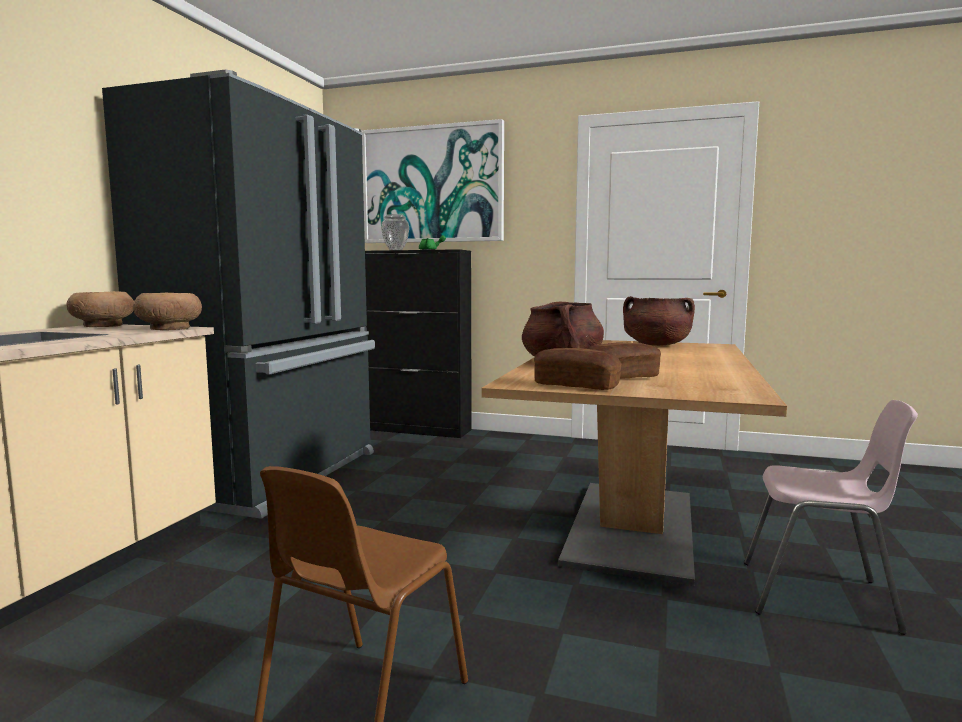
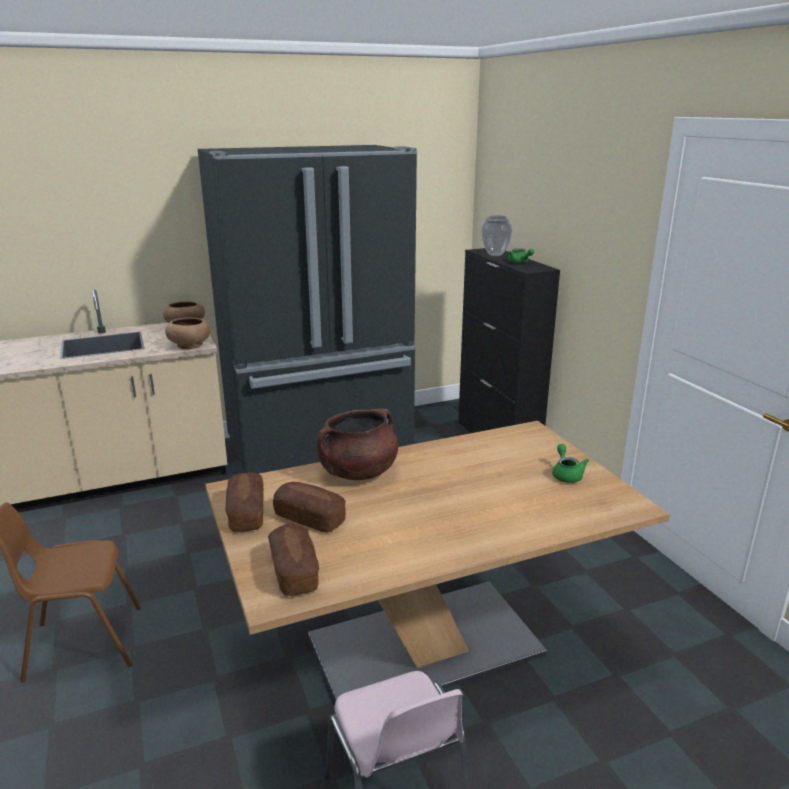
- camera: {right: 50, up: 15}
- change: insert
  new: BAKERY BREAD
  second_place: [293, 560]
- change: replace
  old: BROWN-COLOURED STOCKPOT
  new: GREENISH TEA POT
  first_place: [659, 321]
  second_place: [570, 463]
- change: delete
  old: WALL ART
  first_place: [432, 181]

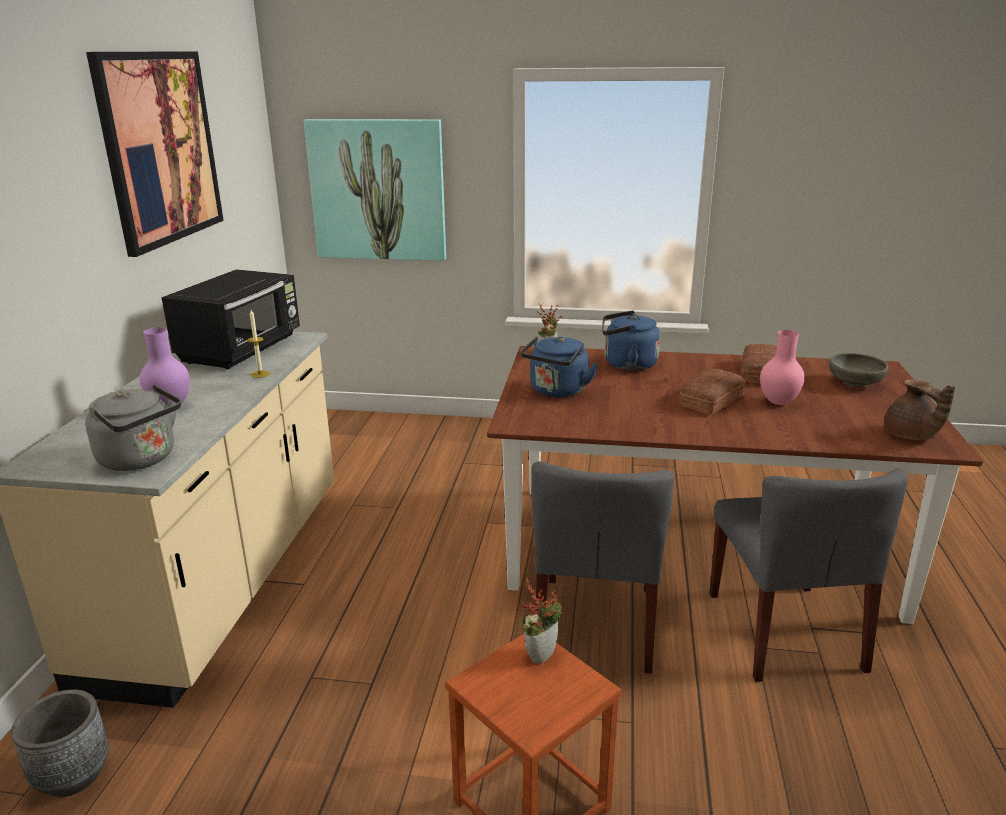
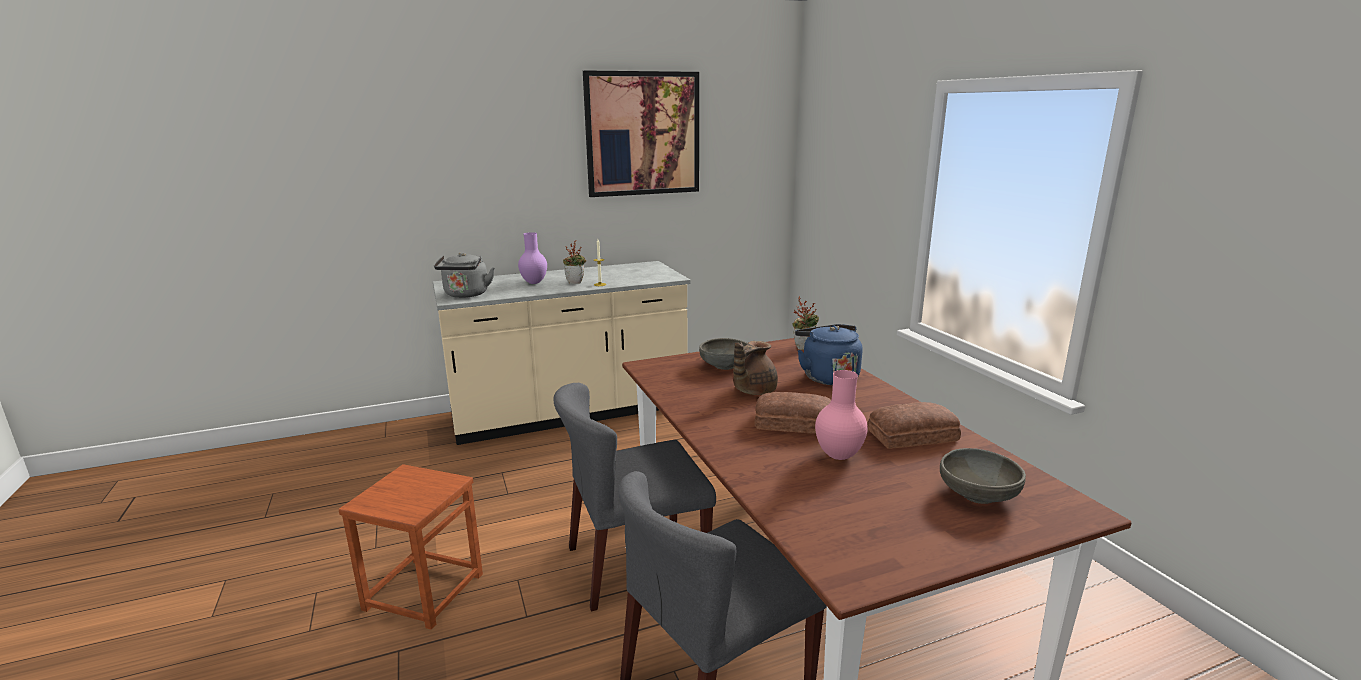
- camera: {right: 60, up: -5}
- change: move
  old: HOUSEPLANT
  first_place: [541, 620]
  second_place: [575, 262]
- change: replace
  old: BLUISH TEA KETTLE
  new: GREYISH BOWL
  first_place: [559, 366]
  second_place: [723, 354]
- change: move
  old: BROWN-COLOURED TEA POT
  first_place: [919, 410]
  second_place: [755, 368]
- change: delete
  old: GREYISH PLANTER
  first_place: [60, 743]
- change: delete
  old: BLACKISH MICROWAVE
  first_place: [230, 319]
- change: delete
  old: WALL ART
  first_place: [375, 190]

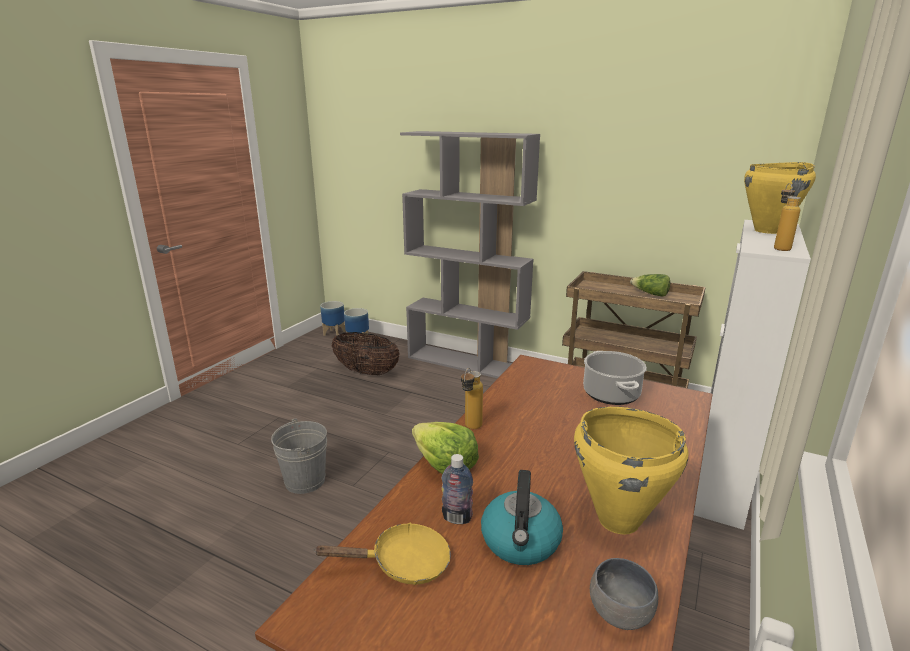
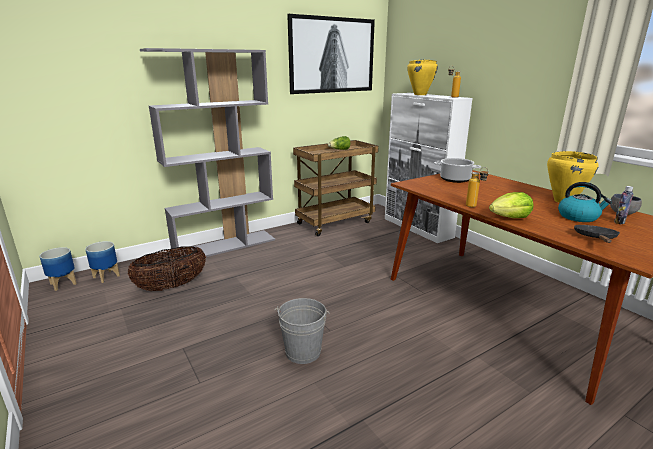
- camera: {right: -60, up: 0}
- change: insert
  new: WALL ART
  second_place: [331, 54]
- change: recolor
  old: YELLOWISH SKILLET
  new: BLACKISH SKILLET
  first_place: [382, 554]
  second_place: [597, 234]
- change: move
  old: DRINK BOTTLE
  first_place: [457, 489]
  second_place: [623, 205]

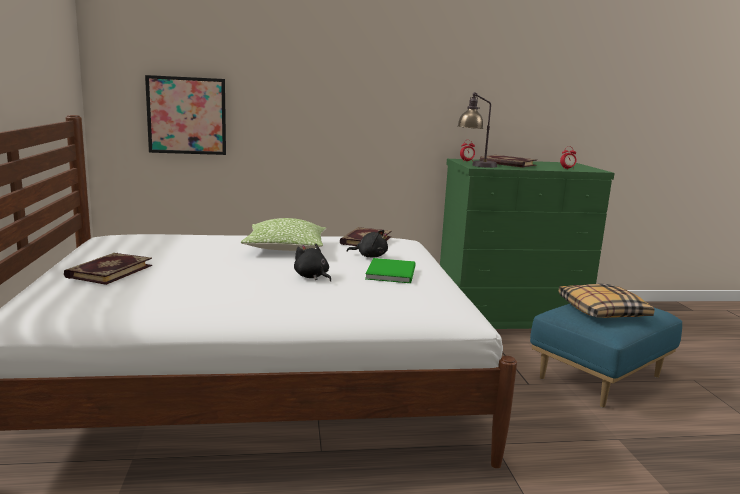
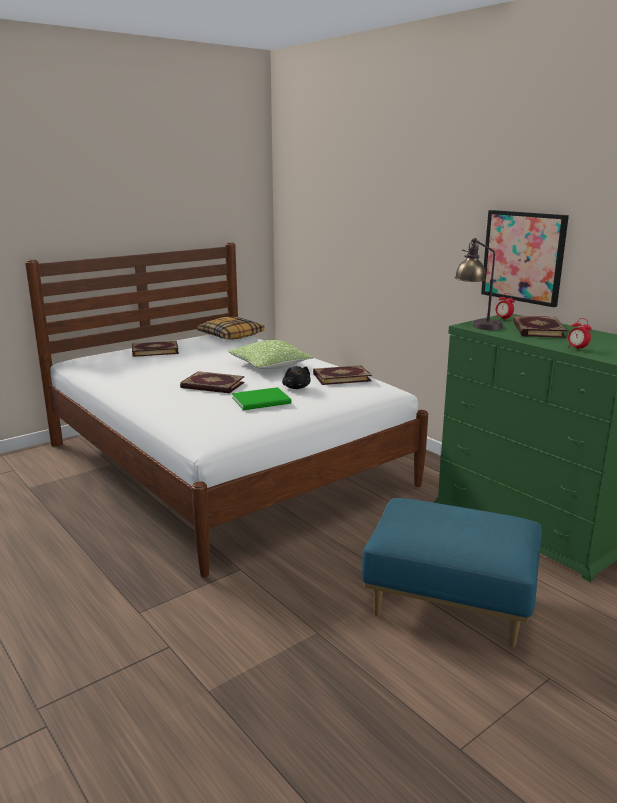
- camera: {right: 60, up: 5}
- change: replace
  old: BLACKISH SOFT TOY
  new: BOOK
  first_place: [312, 262]
  second_place: [212, 382]
- change: move
  old: THROW PILLOW
  first_place: [607, 301]
  second_place: [231, 328]
- change: move
  old: WALL ART
  first_place: [185, 115]
  second_place: [525, 258]

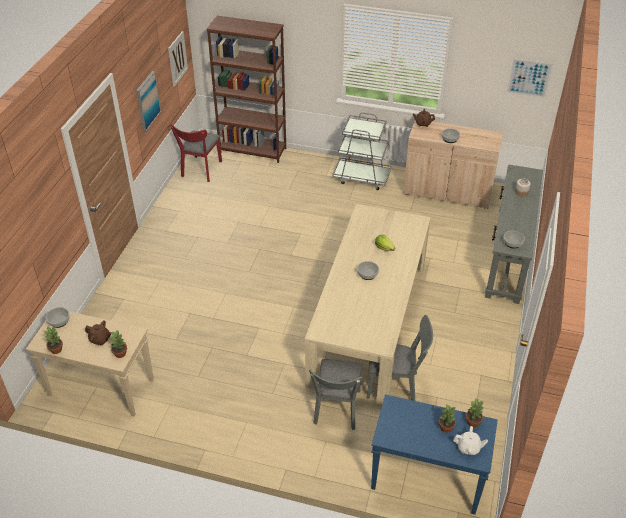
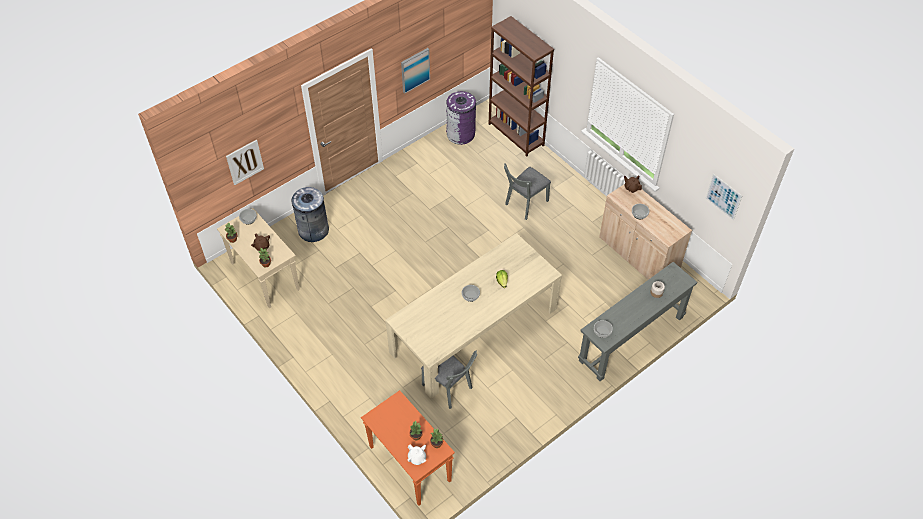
- camera: {right: 35, up: 10}
- change: move
  old: WALL ART
  first_place: [178, 58]
  second_place: [245, 162]
- change: insert
  new: GREYISH WASTE BIN
  second_place: [309, 214]
- change: recolor
  old: BLUISH NARROW TABLE
  new: ORANGE-COLOURED NARROW TABLE
  first_place: [434, 454]
  second_place: [408, 448]
- change: replace
  old: RED PLAIN CHAIR
  new: PURPLE-COLOURED WASTE BIN
  first_place: [196, 153]
  second_place: [461, 118]
- change: move
  old: GREYISH PLAIN CHAIR
  first_place: [336, 394]
  second_place: [527, 191]
- change: delete
  old: GREYISH TROLLEY
  first_place: [361, 151]

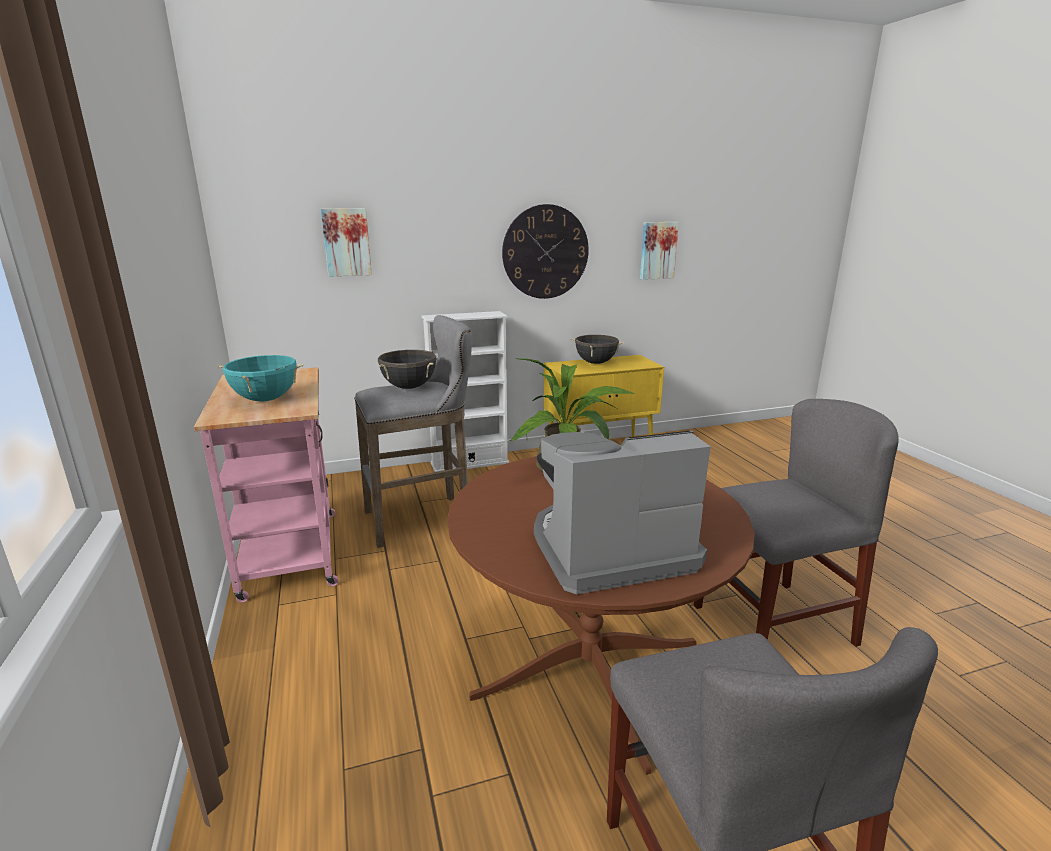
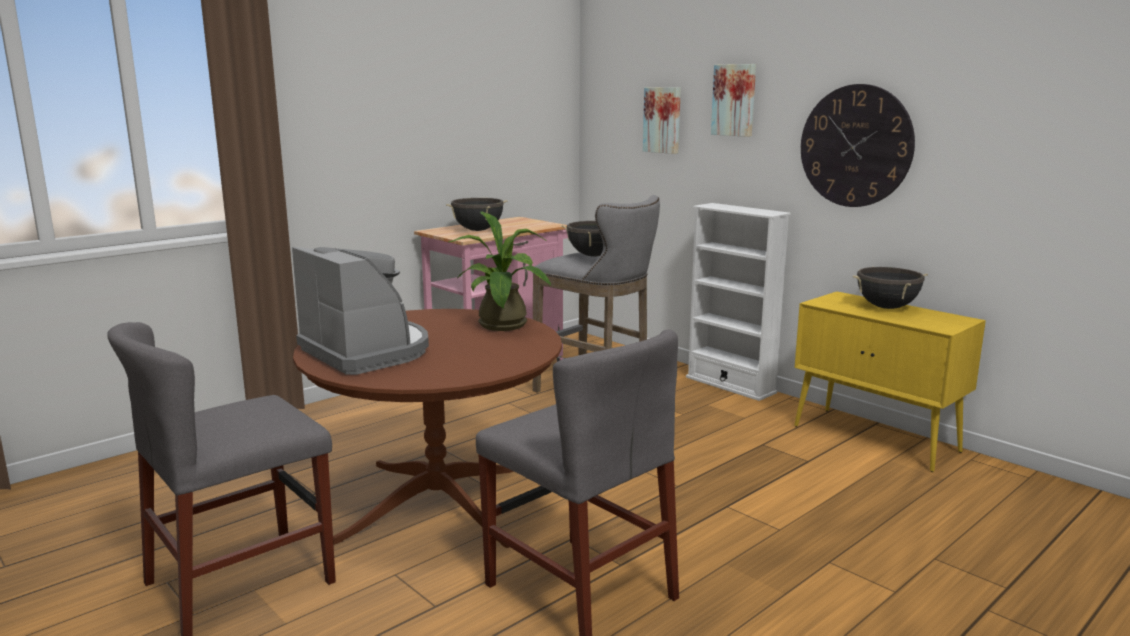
- camera: {right: 65, up: -5}
- change: recolor
  old: BLUE-GREEN STOCKPOT
  new: BLACKISH STOCKPOT
  first_place: [260, 378]
  second_place: [476, 214]
- change: move
  old: WALL ART
  first_place: [659, 251]
  second_place: [733, 100]

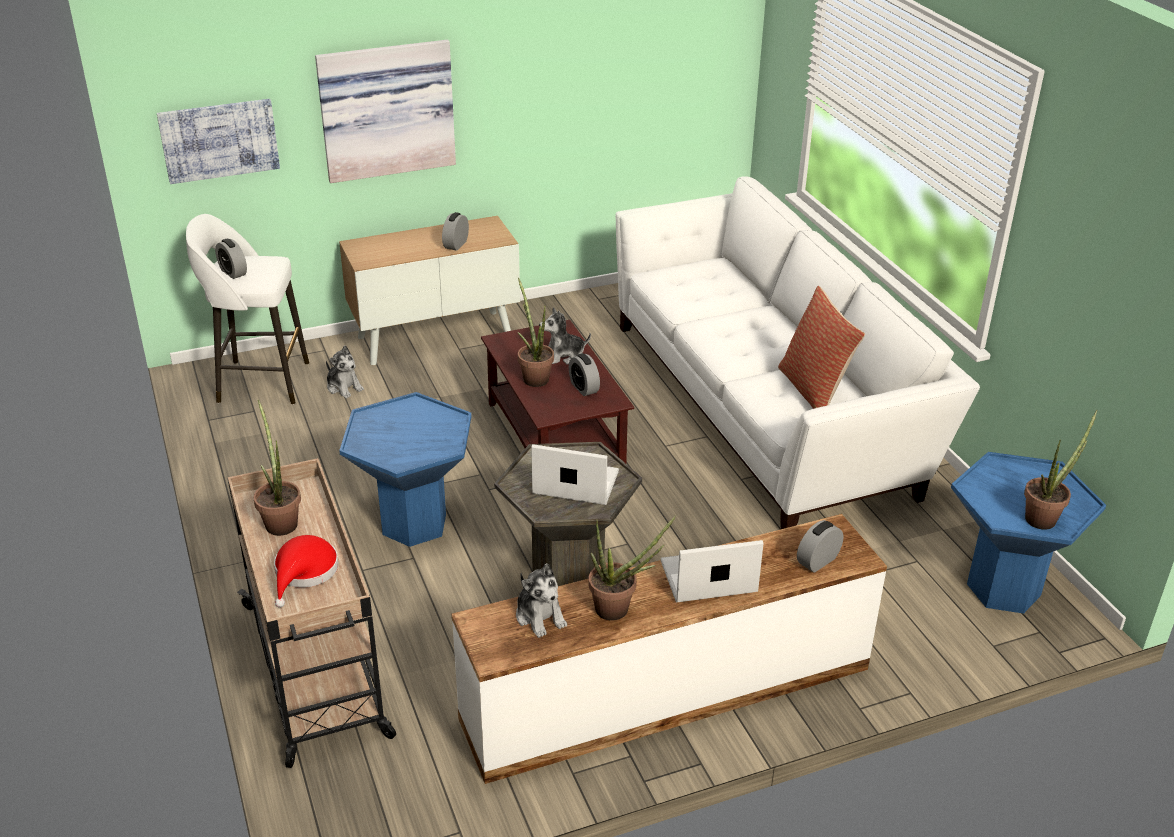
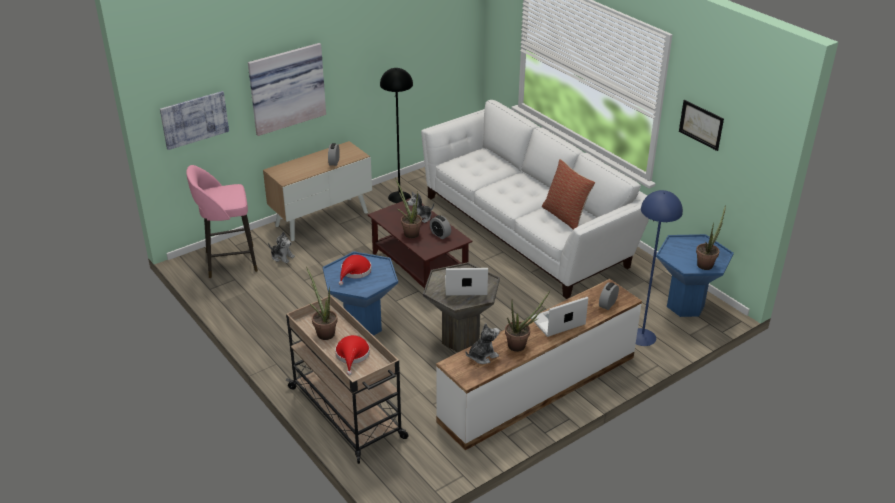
- camera: {right: -15, up: 0}
- change: recolor
  old: WHITE-COLOURED STOOL
  new: PINK-COLOURED STOOL
  first_place: [247, 309]
  second_place: [222, 221]
- change: insert
  new: RED CLOTHING HAT
  second_place: [355, 270]
- change: insert
  new: BLACKISH FLOOR LAMP
  second_place: [396, 135]
- change: rotate
  old: SOFT TOY
  first_place: [541, 600]
  second_place: [483, 343]
  degrees: -75
- change: insert
  new: BLUISH FLOOR LAMP
  second_place: [659, 268]
- change: insert
  new: WALL ART
  second_place: [701, 125]
- change: delete
  old: BEDSIDE CLOCK
  first_place: [231, 259]

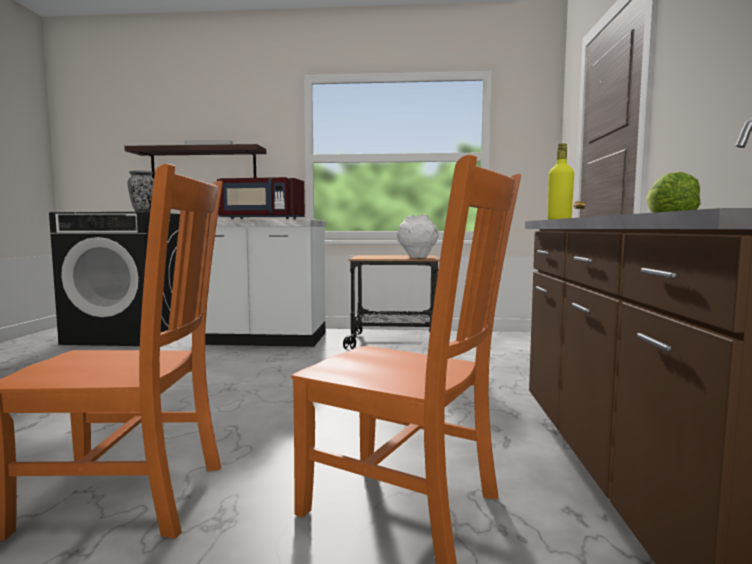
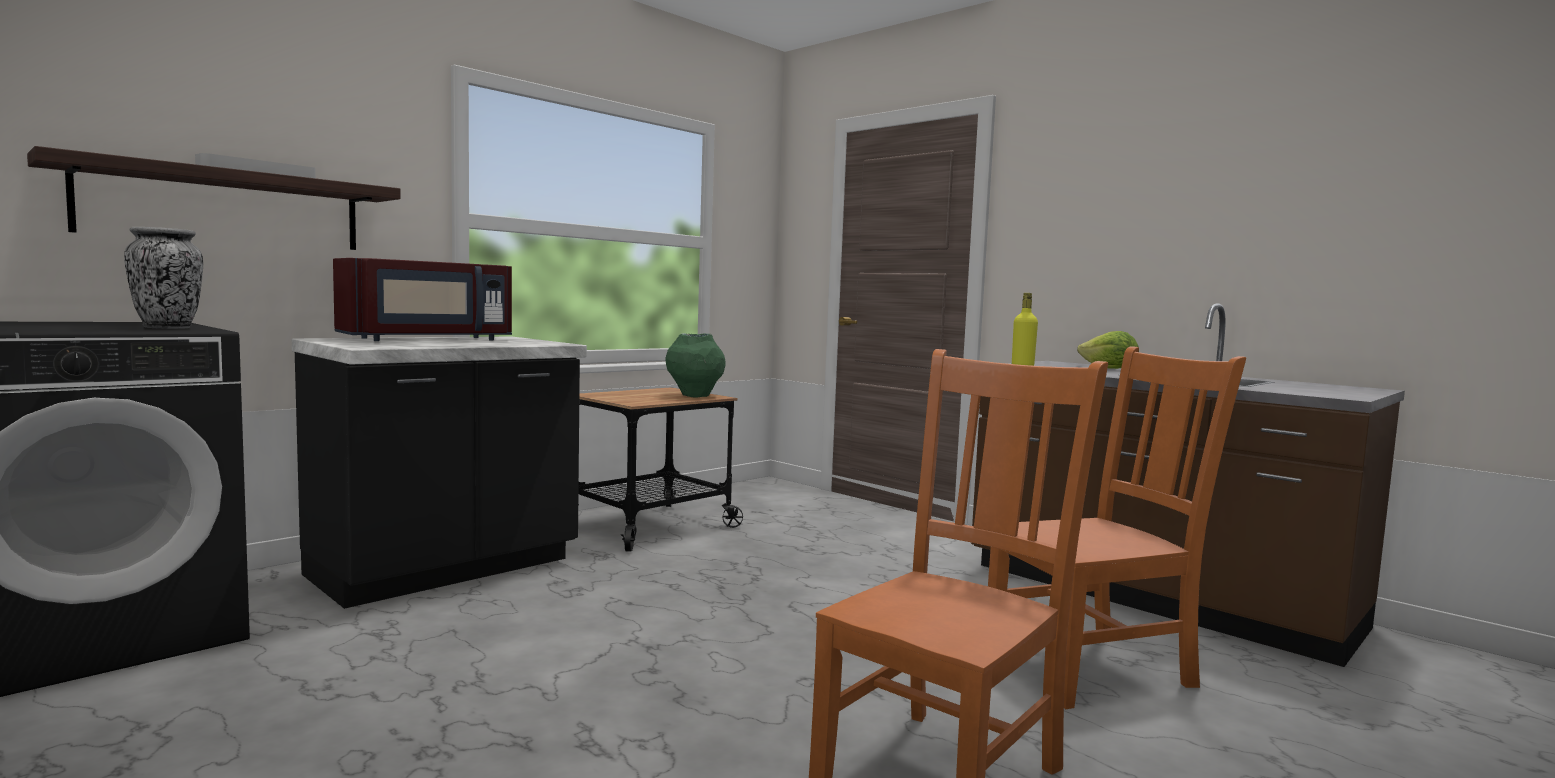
- camera: {right: -50, up: 0}
- change: recolor
  old: WHITE-COLOURED KITCHEN COUNTER
  new: BLACKISH KITCHEN COUNTER
  first_place: [265, 283]
  second_place: [439, 473]
- change: recolor
  old: WHITE-COLOURED DECORATIVE VASE
  new: GREENISH DECORATIVE VASE
  first_place: [418, 236]
  second_place: [695, 365]

